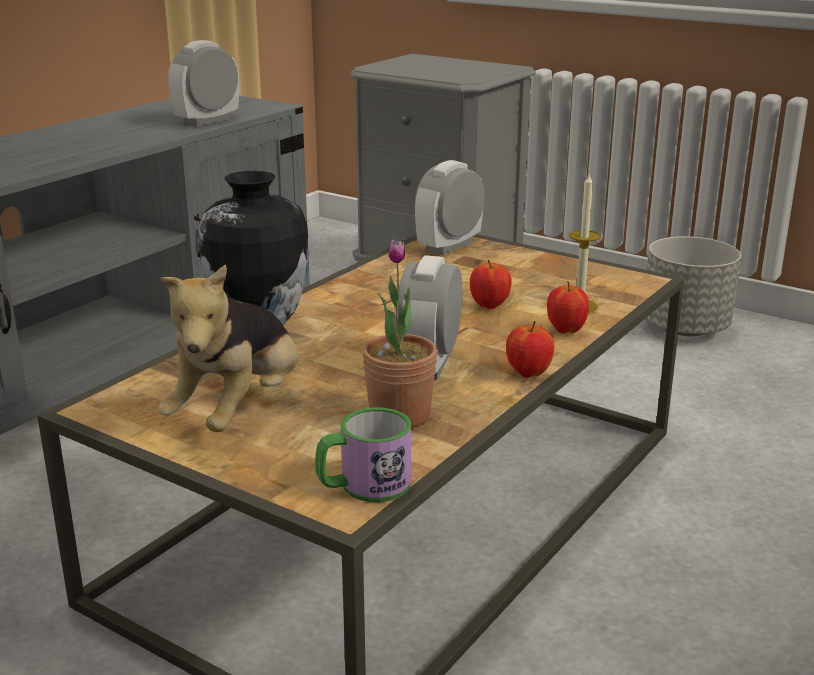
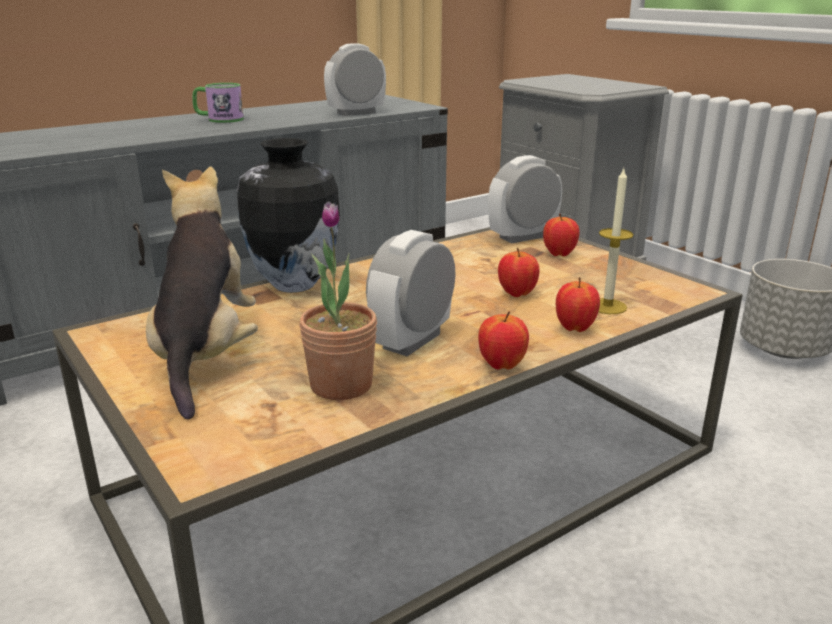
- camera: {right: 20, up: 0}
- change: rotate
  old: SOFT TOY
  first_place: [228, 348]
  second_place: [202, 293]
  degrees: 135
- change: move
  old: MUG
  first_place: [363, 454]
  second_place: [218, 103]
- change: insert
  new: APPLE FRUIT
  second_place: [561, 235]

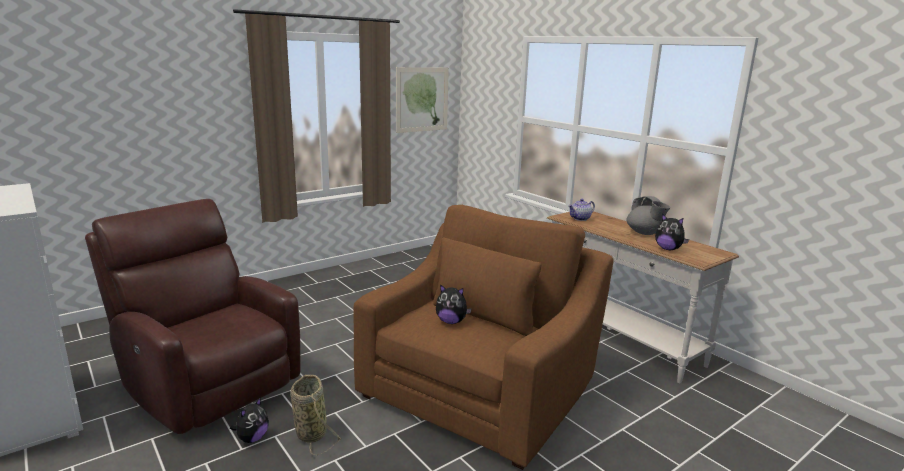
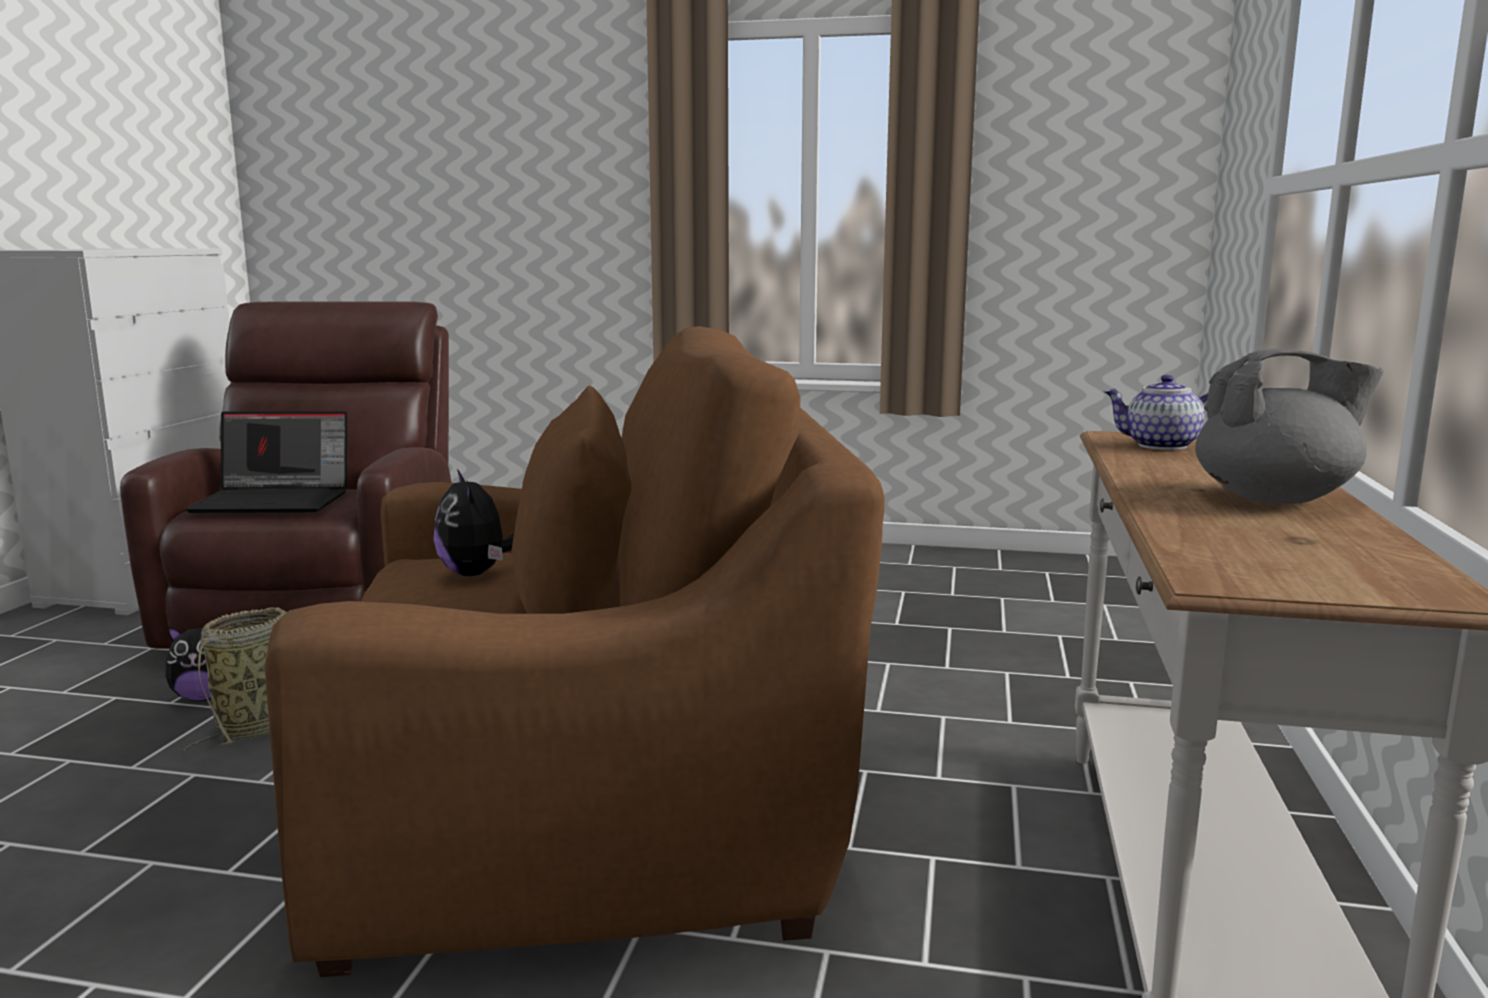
- camera: {right: 50, up: -5}
- change: insert
  new: LAPTOP
  second_place: [266, 462]
- change: rotate
  old: GREYISH TEA POT
  first_place: [648, 215]
  second_place: [1289, 426]
  degrees: -120
- change: delete
  old: WALL ART
  first_place: [422, 100]
- change: delete
  old: SOFT TOY
  first_place: [672, 232]

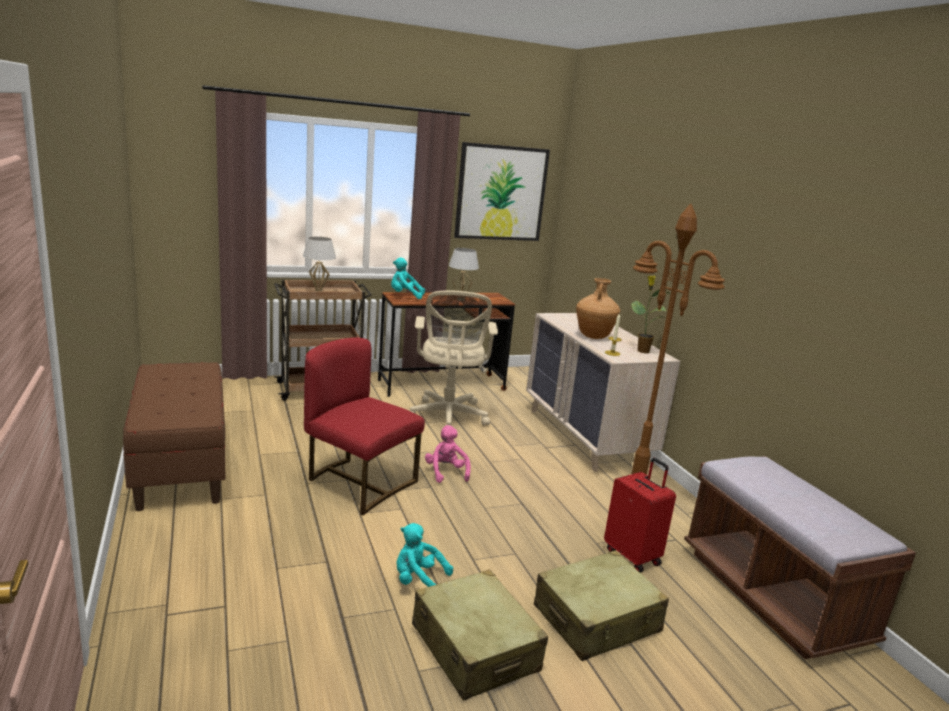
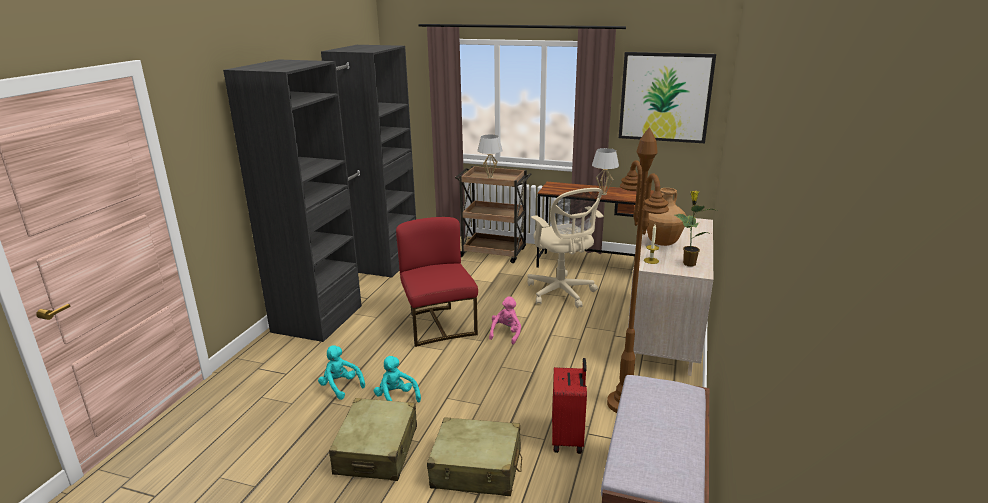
- camera: {right: 40, up: 5}
- change: replace
  old: BROWN-COLOURED BENCH
  new: BLACKISH WARDROBE
  first_place: [174, 436]
  second_place: [319, 193]
- change: move
  old: BLUE-GREEN SOFT TOY
  first_place: [408, 278]
  second_place: [341, 372]
- change: rotate
  old: BEIGE-COLOURED OFFICE CHAIR
  first_place: [454, 358]
  second_place: [565, 248]
  degrees: -60

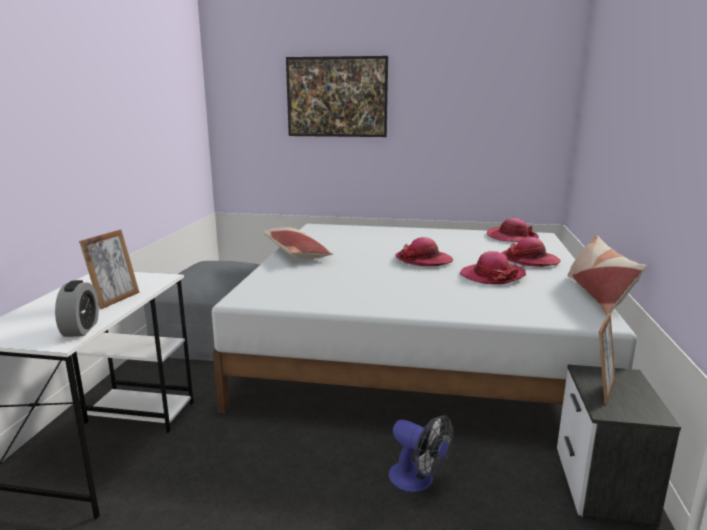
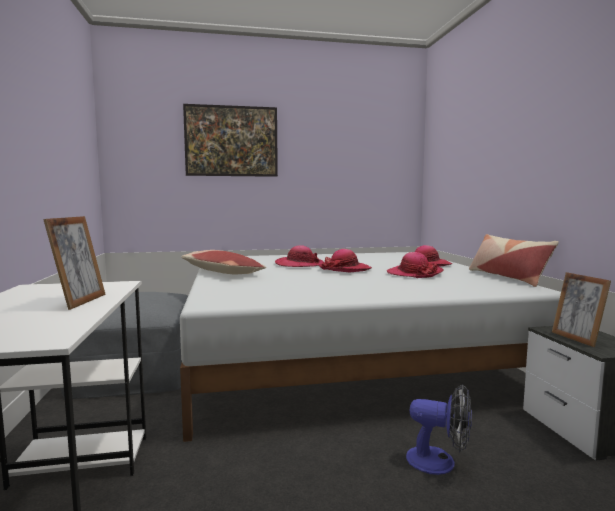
- camera: {right: -20, up: -10}
- change: move
  old: CLOTHING HAT
  first_place: [513, 230]
  second_place: [299, 256]
- change: rotate
  old: STANDING FRAME
  first_place: [607, 358]
  second_place: [581, 309]
  degrees: 150
- change: delete
  old: BEDSIDE CLOCK
  first_place: [77, 308]

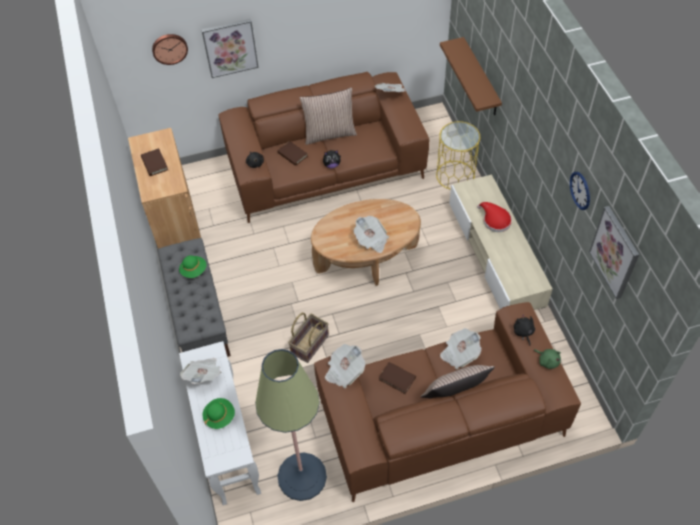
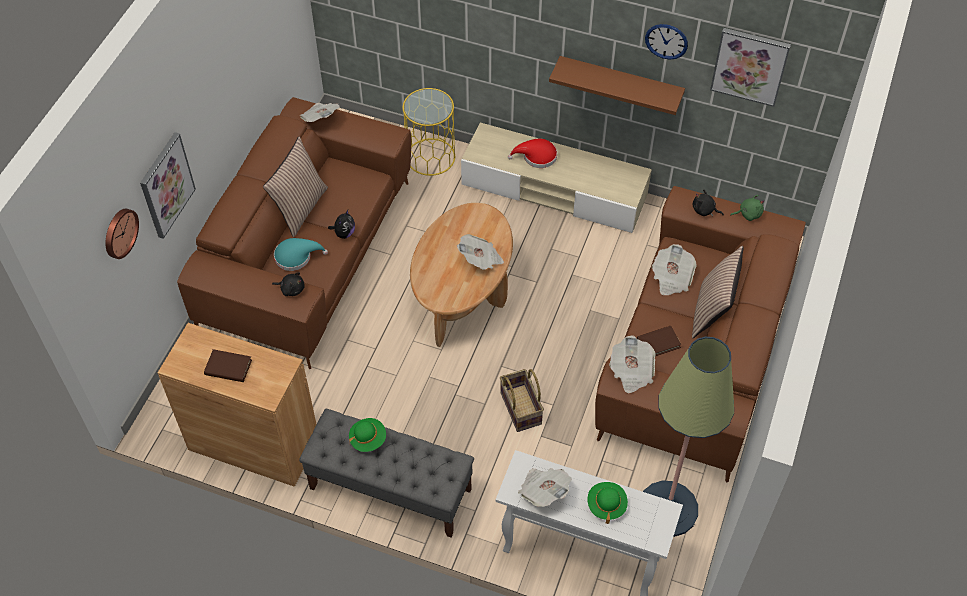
- camera: {right: -55, up: 0}
- change: replace
  old: BROWN-COLOURED BOOK
  new: BLUE-GREEN CLOTHING HAT
  first_place: [292, 153]
  second_place: [301, 254]
- change: move
  old: BROWN-COLOURED SHELF
  first_place: [471, 76]
  second_place: [617, 85]

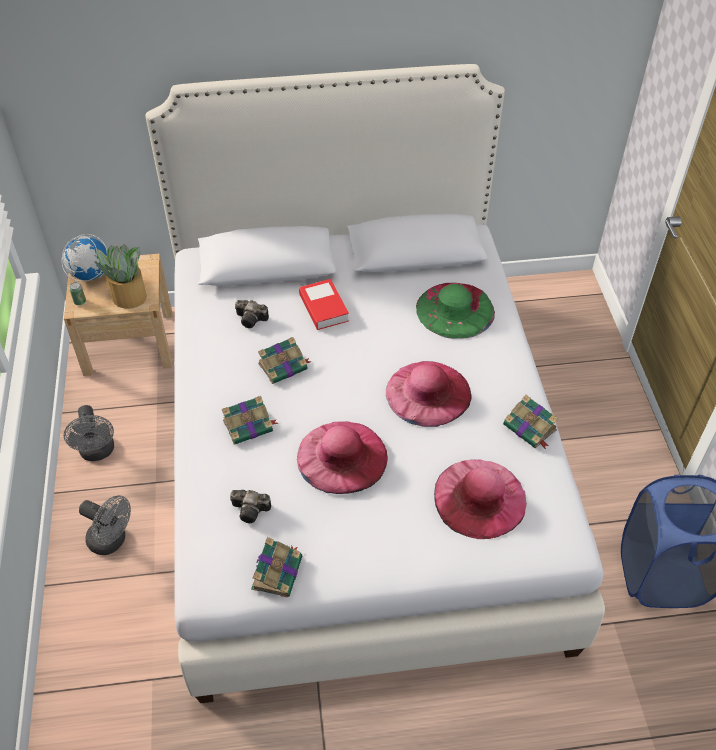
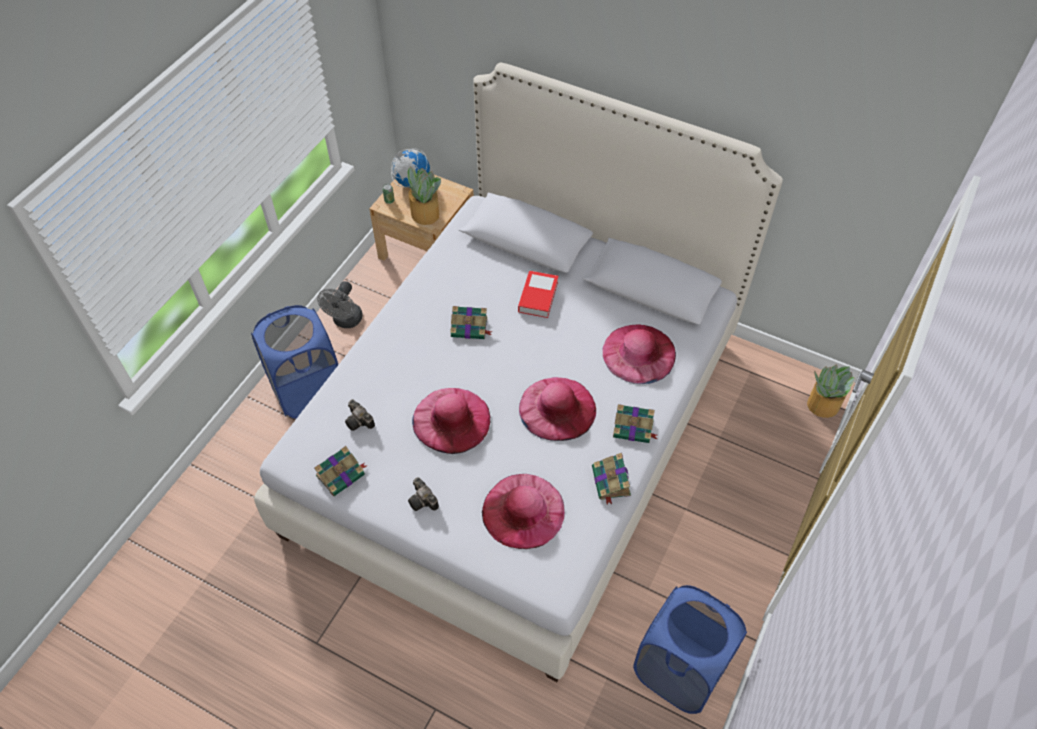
- camera: {right: 35, up: 5}
- change: replace
  old: GREYISH FAN
  new: BLUISH LAUNDRY BASKET
  first_place: [105, 525]
  second_place: [294, 362]
- change: move
  old: STILL CAMERA
  first_place: [252, 314]
  second_place: [423, 494]
- change: recolor
  old: GREENISH CLOTHING HAT
  new: PINK-COLOURED CLOTHING HAT
  first_place: [455, 311]
  second_place: [639, 354]
- change: move
  old: BOOK
  first_place: [250, 420]
  second_place: [635, 423]
- change: insert
  new: HOUSEPLANT
  second_place: [831, 391]

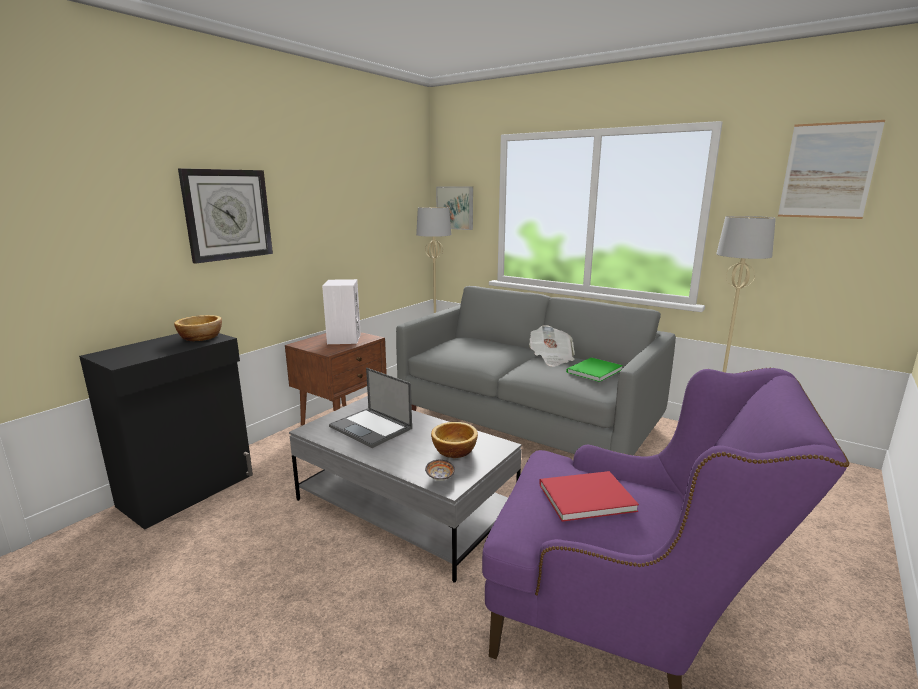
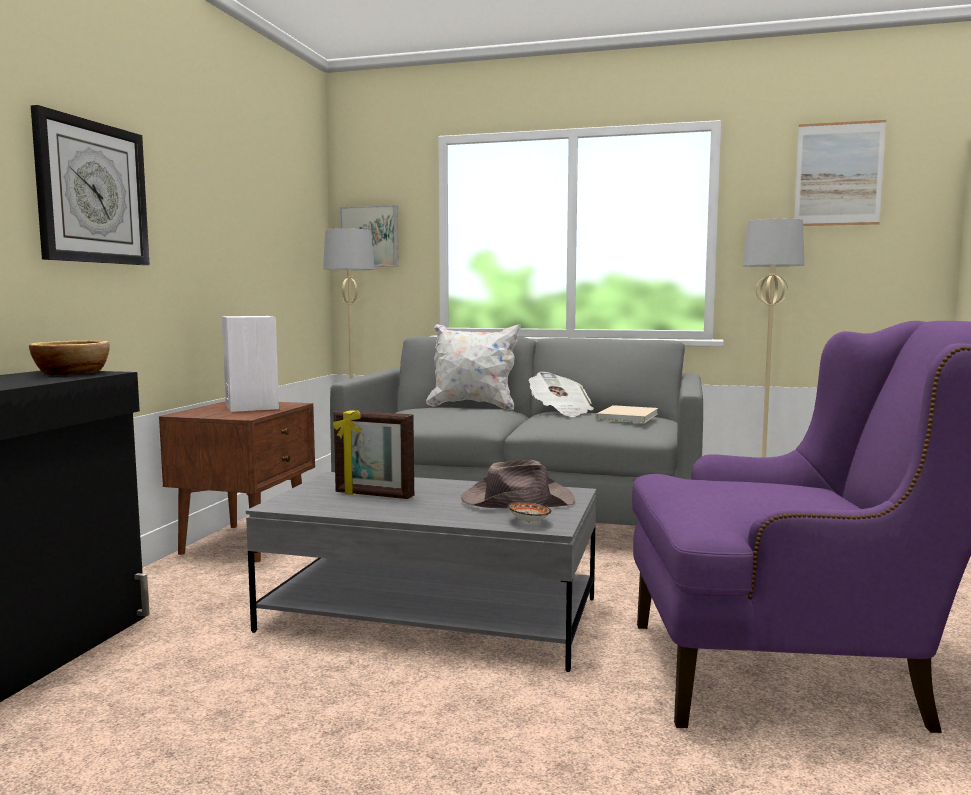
- camera: {right: -20, up: -10}
- change: replace
  old: LAPTOP
  new: STANDING FRAME
  first_place: [370, 408]
  second_place: [373, 454]
- change: insert
  new: WHITE-COLOURED THROW PILLOW
  second_place: [473, 367]
- change: replace
  old: BOWL
  new: BROWN-COLOURED CLOTHING HAT
  first_place: [454, 440]
  second_place: [518, 484]
- change: recolor
  old: GREENISH BOOK
  new: BEIGE-COLOURED BOOK
  first_place: [594, 369]
  second_place: [626, 414]
- change: delete
  old: RED BOOK
  first_place: [589, 496]

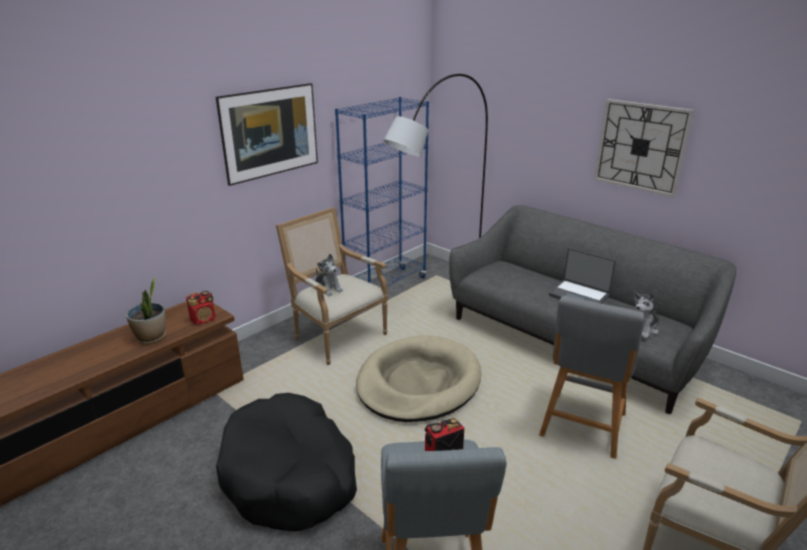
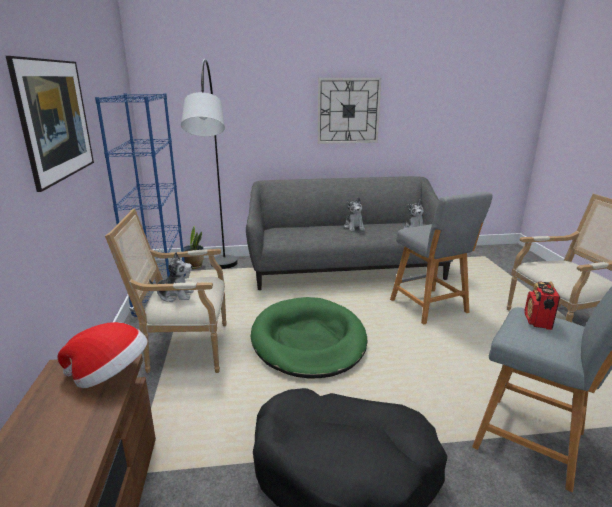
- camera: {right: -50, up: -5}
- change: replace
  old: RADIO
  new: CLOTHING HAT
  first_place: [201, 308]
  second_place: [103, 355]
- change: move
  old: HOUSEPLANT
  first_place: [146, 310]
  second_place: [193, 247]
- change: recolor
  old: BEIGE-COLOURED PET BED
  new: GREENISH PET BED
  first_place: [418, 378]
  second_place: [309, 337]
- change: replace
  old: LAPTOP
  new: SOFT TOY
  first_place: [582, 276]
  second_place: [354, 214]

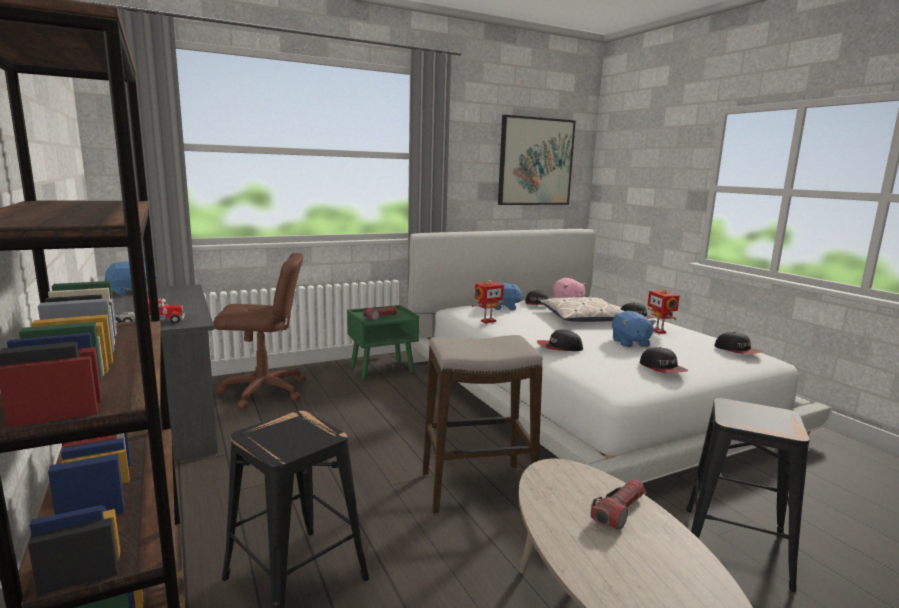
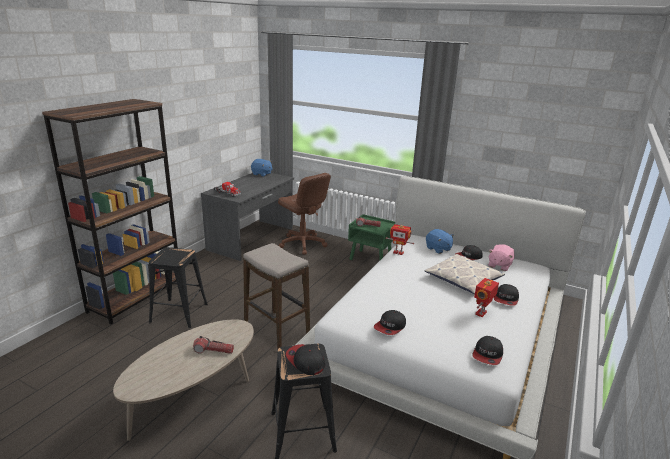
- camera: {right: 55, up: 10}
- change: move
  old: PEAKED CAP
  first_place: [560, 340]
  second_place: [305, 359]
- change: delete
  old: WALL ART
  first_place: [537, 160]
- change: delete
  old: BLUISH SOFT TOY
  first_place: [634, 329]

